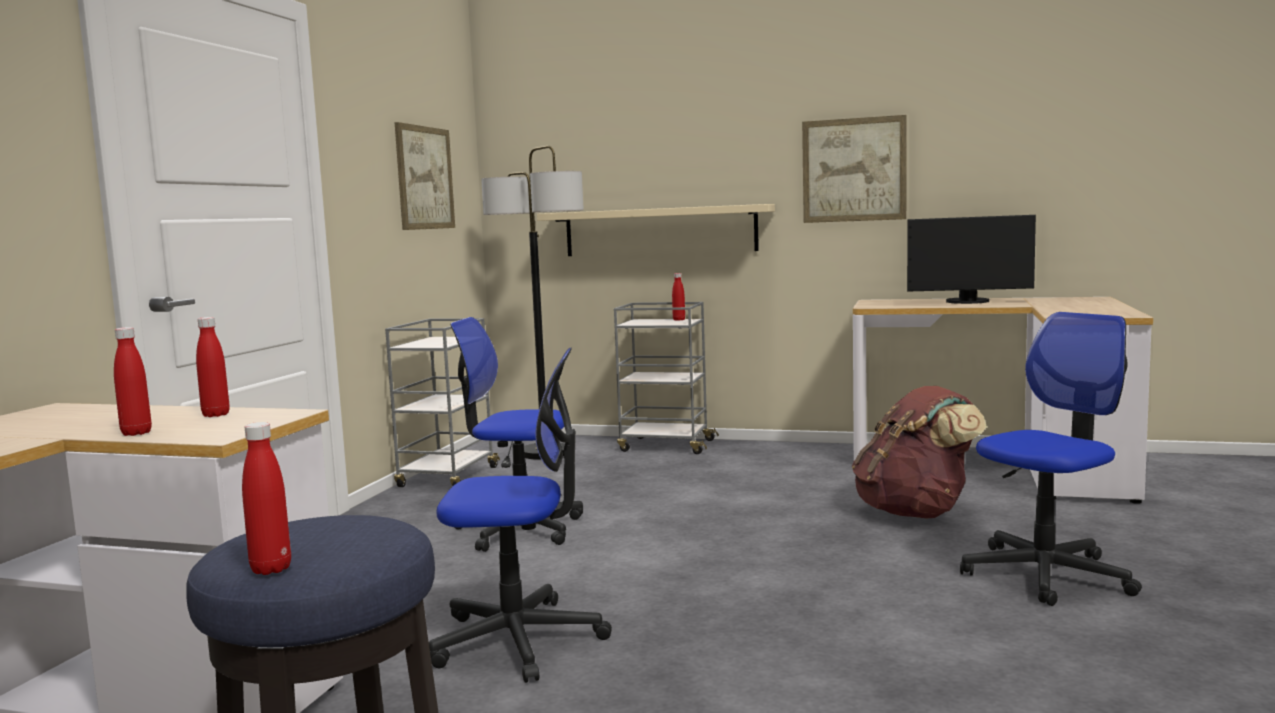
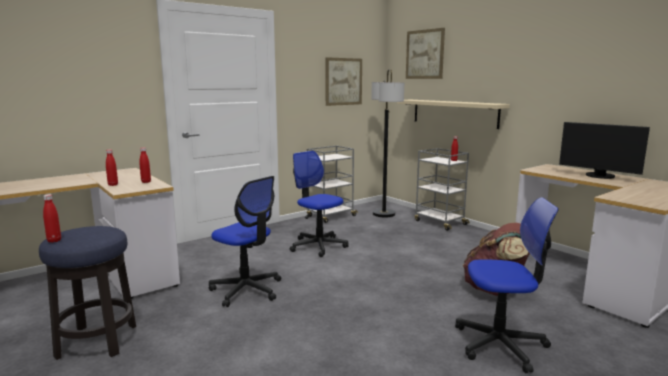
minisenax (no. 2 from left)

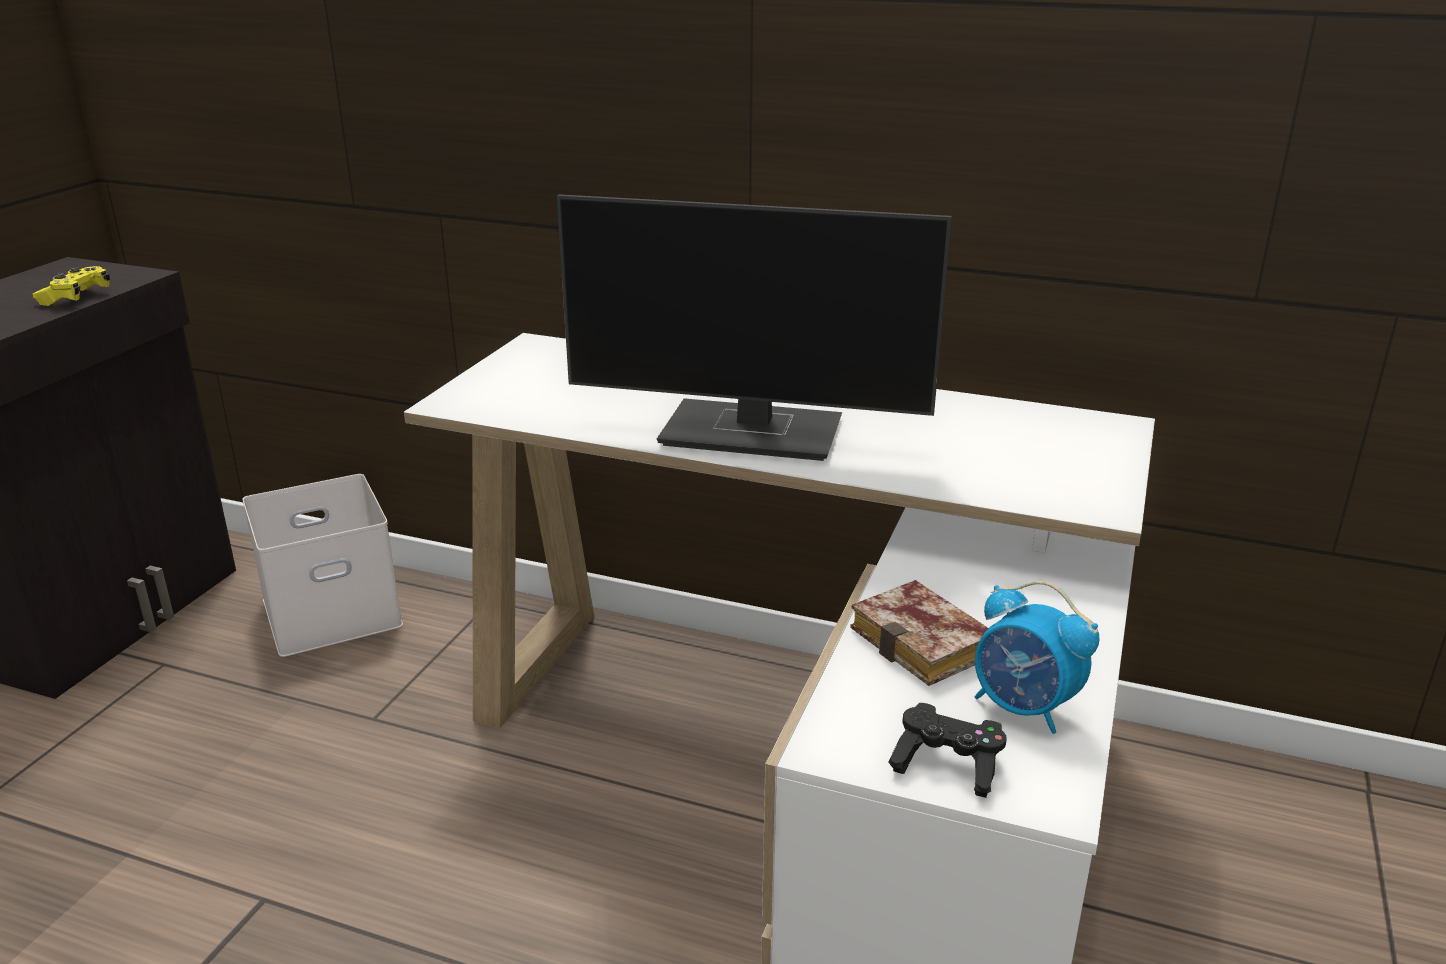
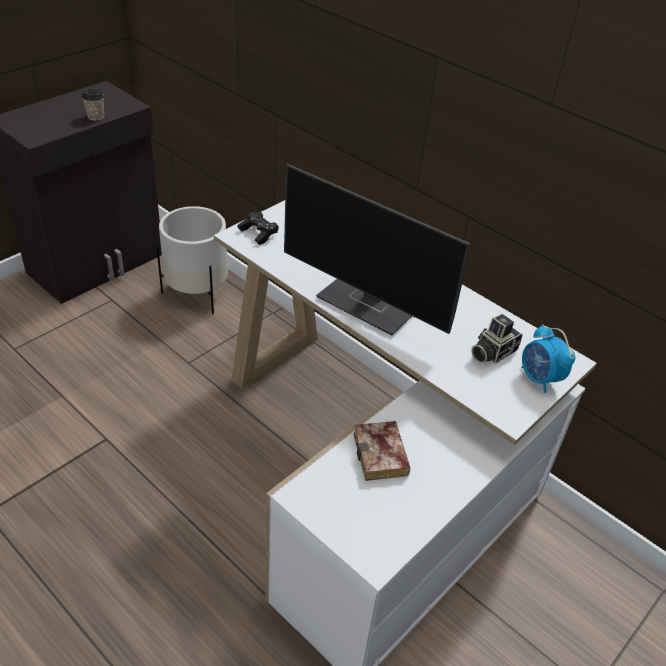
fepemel; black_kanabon; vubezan; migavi; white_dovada

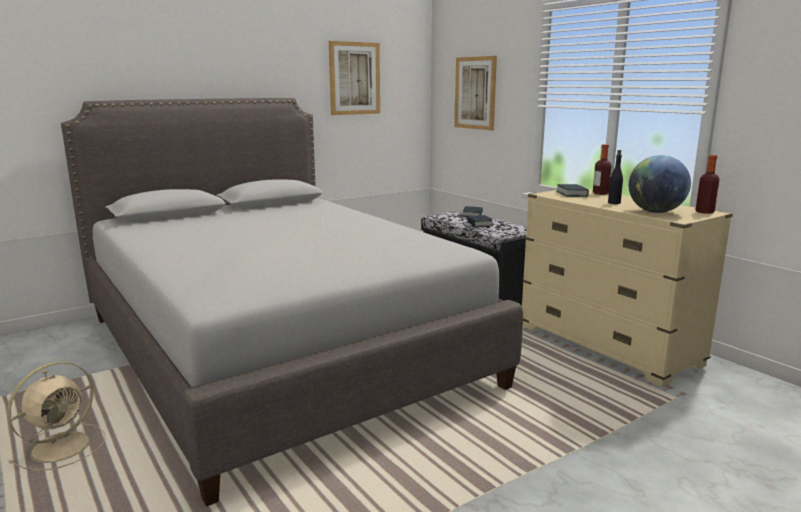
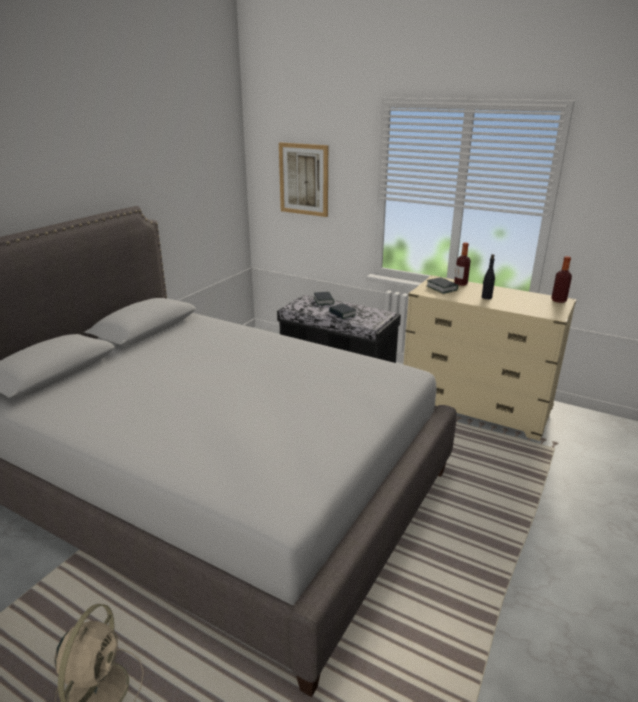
minisenax (no. 1 from left in the first image); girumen

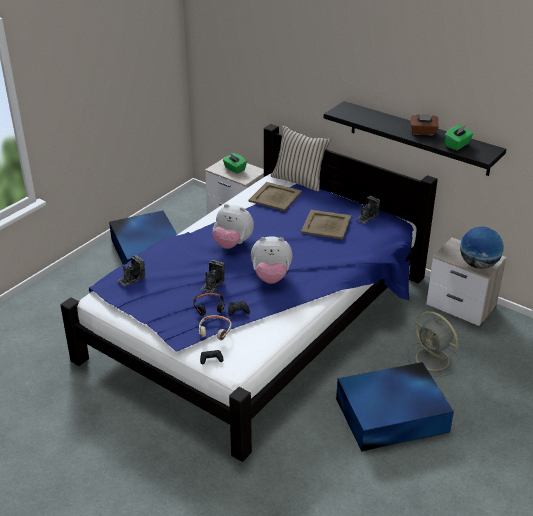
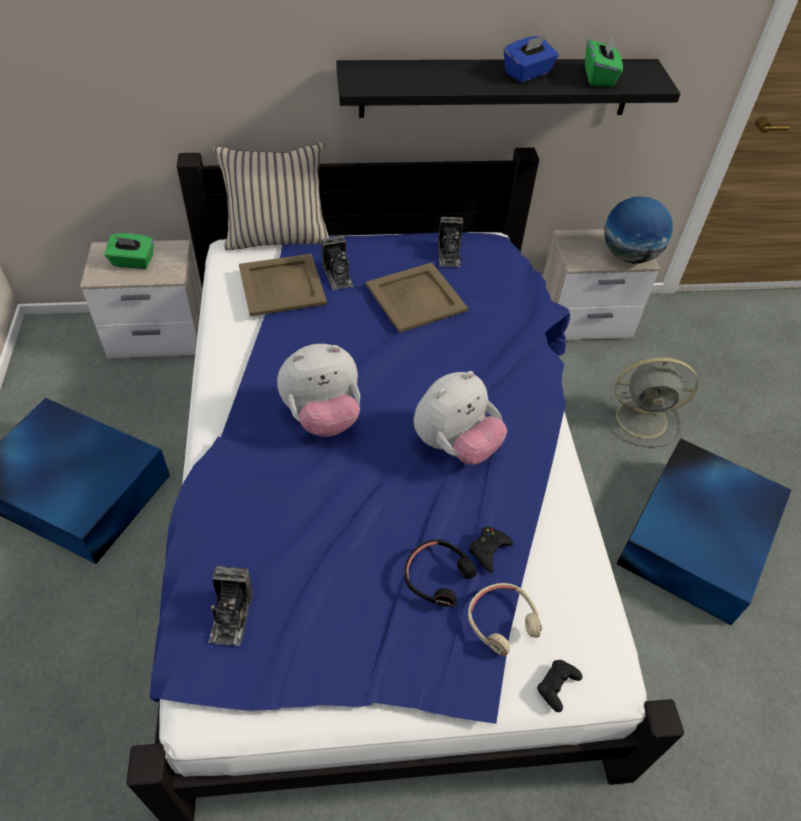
fepemel (no. 2 from left); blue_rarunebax

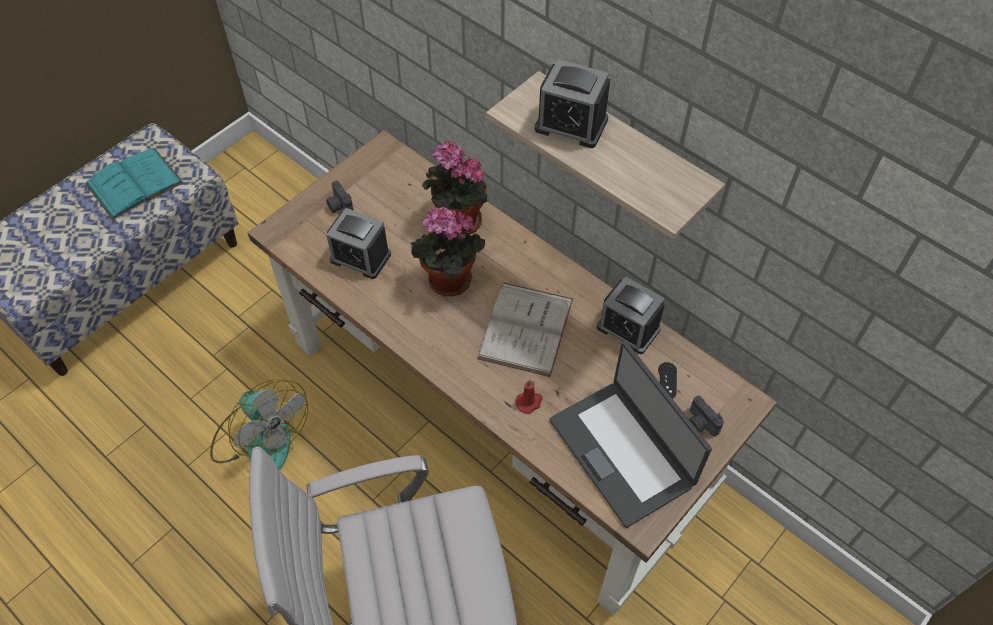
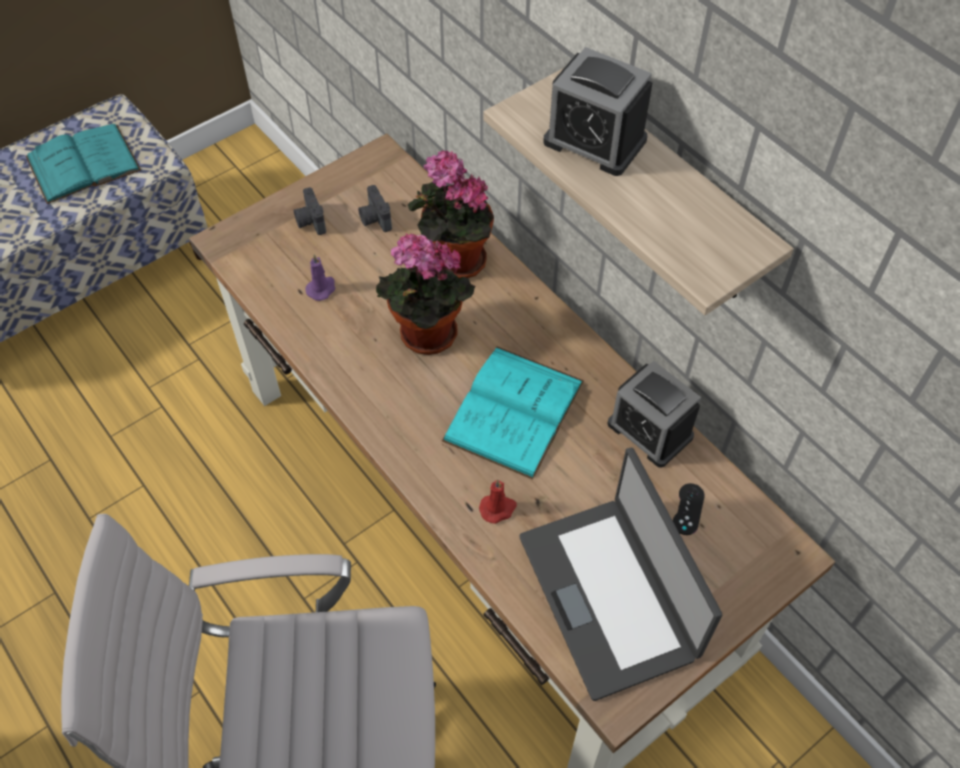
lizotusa; fepemel (no. 2 from left); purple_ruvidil; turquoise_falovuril (no. 2 from left)

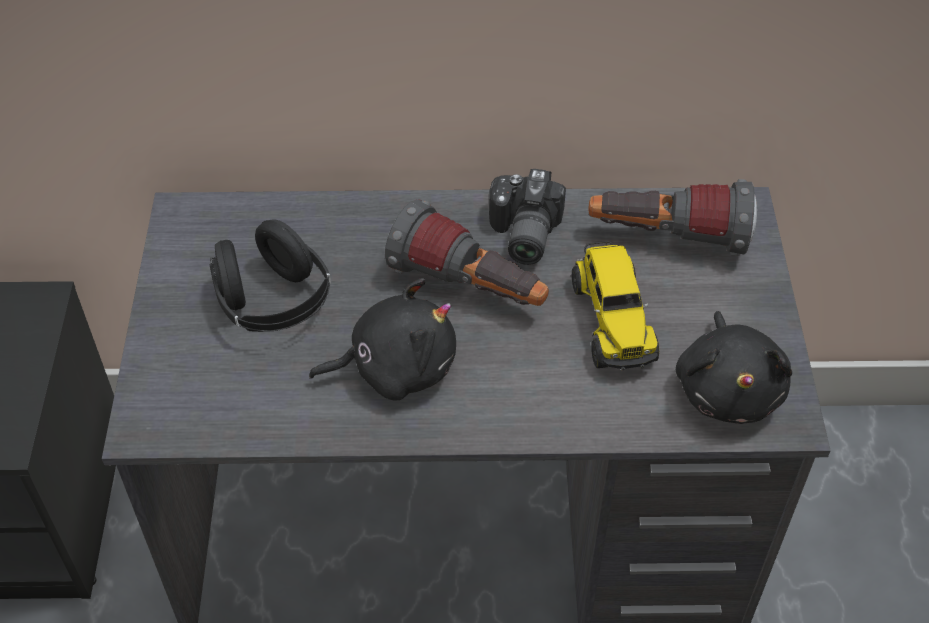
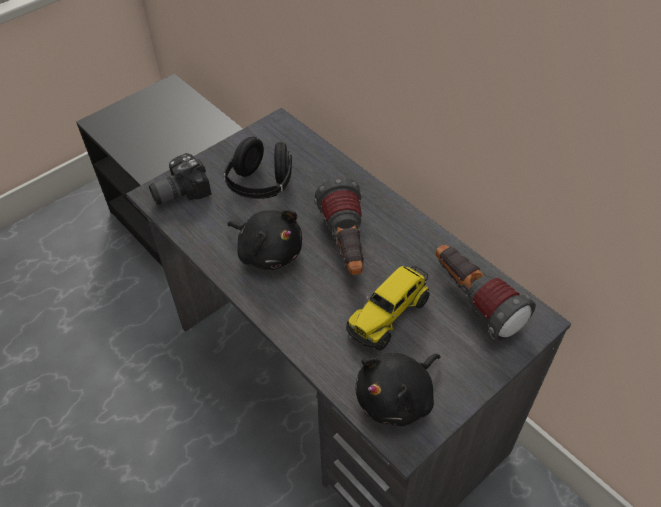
fepemel

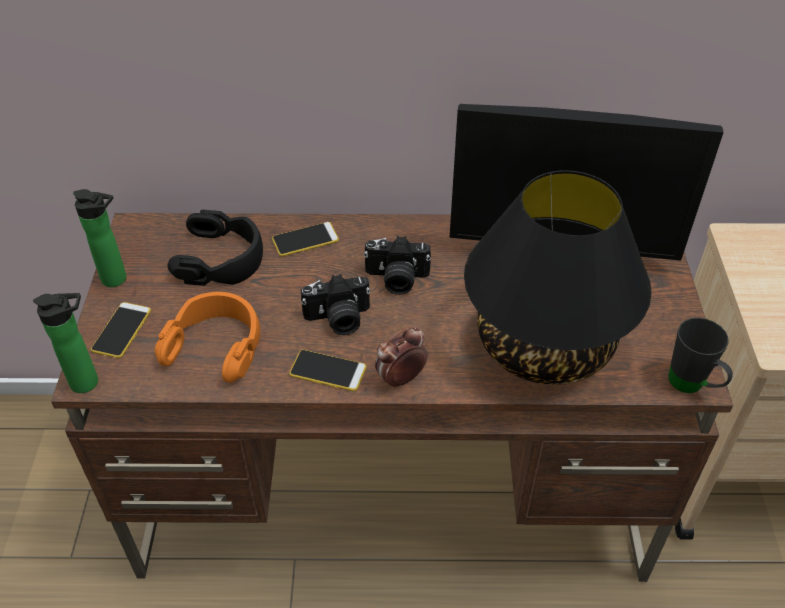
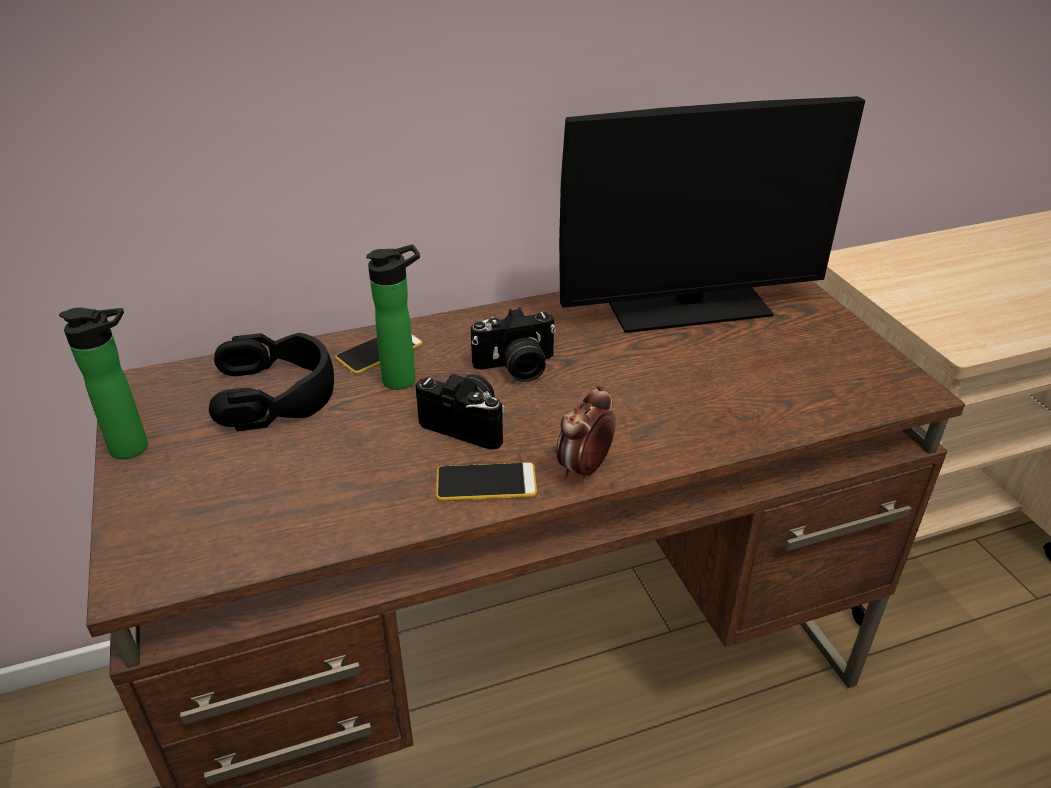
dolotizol (no. 1 from left in the first image); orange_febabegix; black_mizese; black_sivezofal; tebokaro (no. 2 from left); fepemel (no. 1 from left)

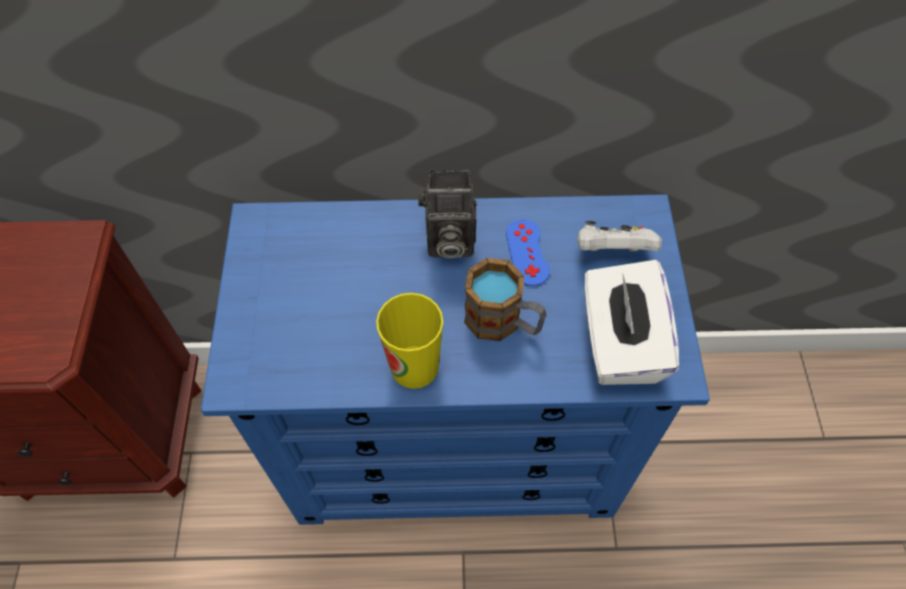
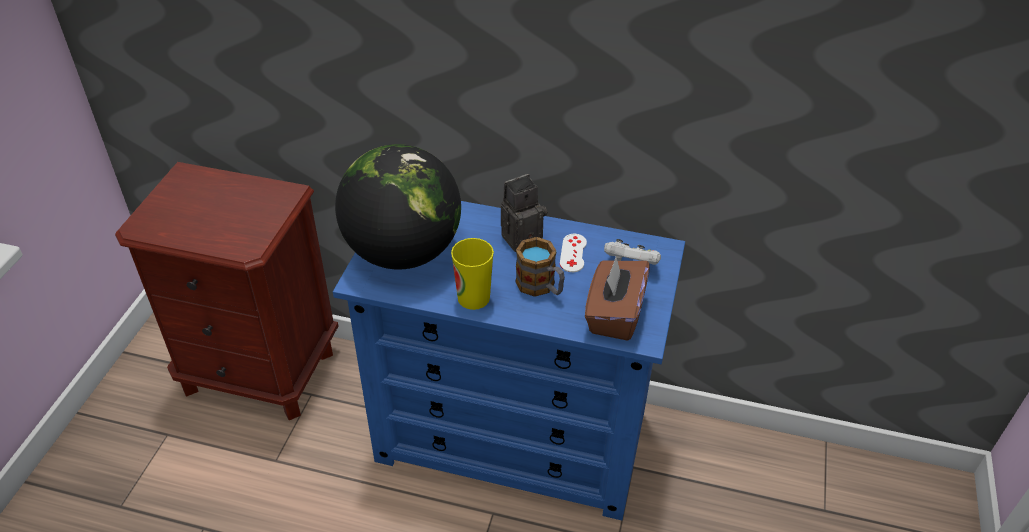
girumen; white_kanabon (no. 1 from left); brown_rarunebax; fepemel

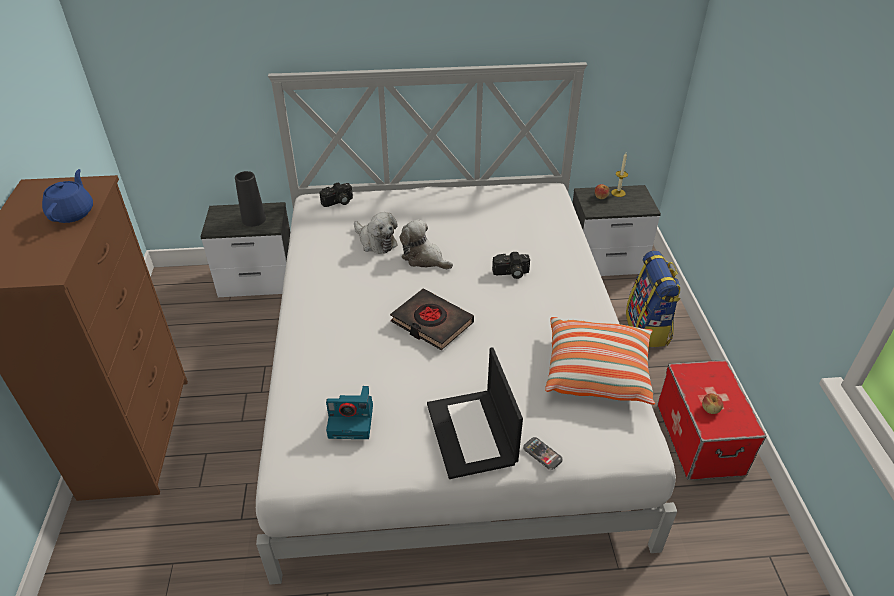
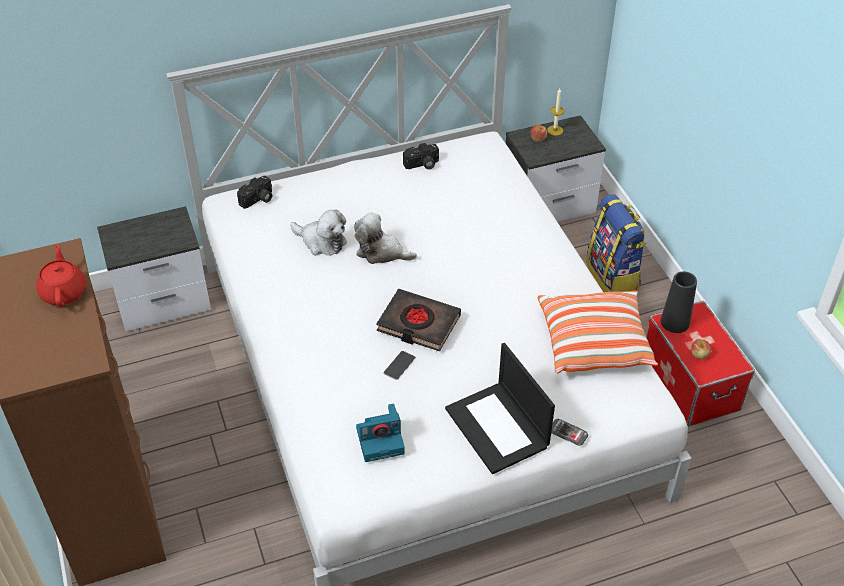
dolotizol (no. 1 from left); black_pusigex; fepemel (no. 3 from left); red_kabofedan

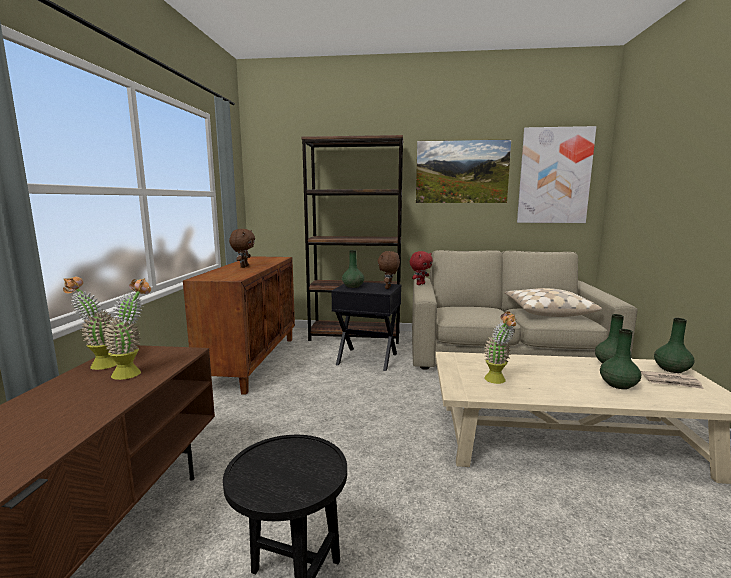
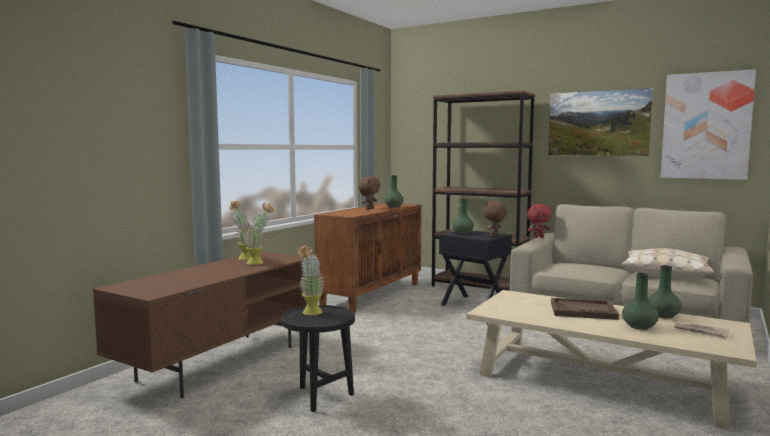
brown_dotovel; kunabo (no. 3 from left); green_pusigex (no. 1 from left)

